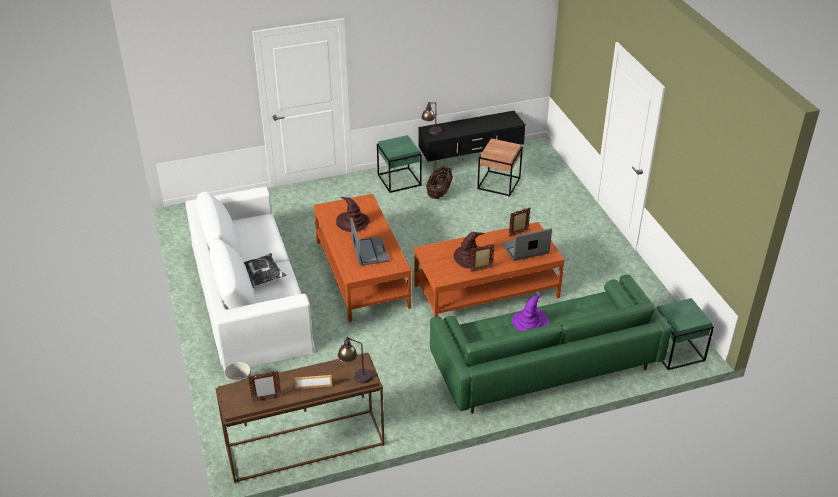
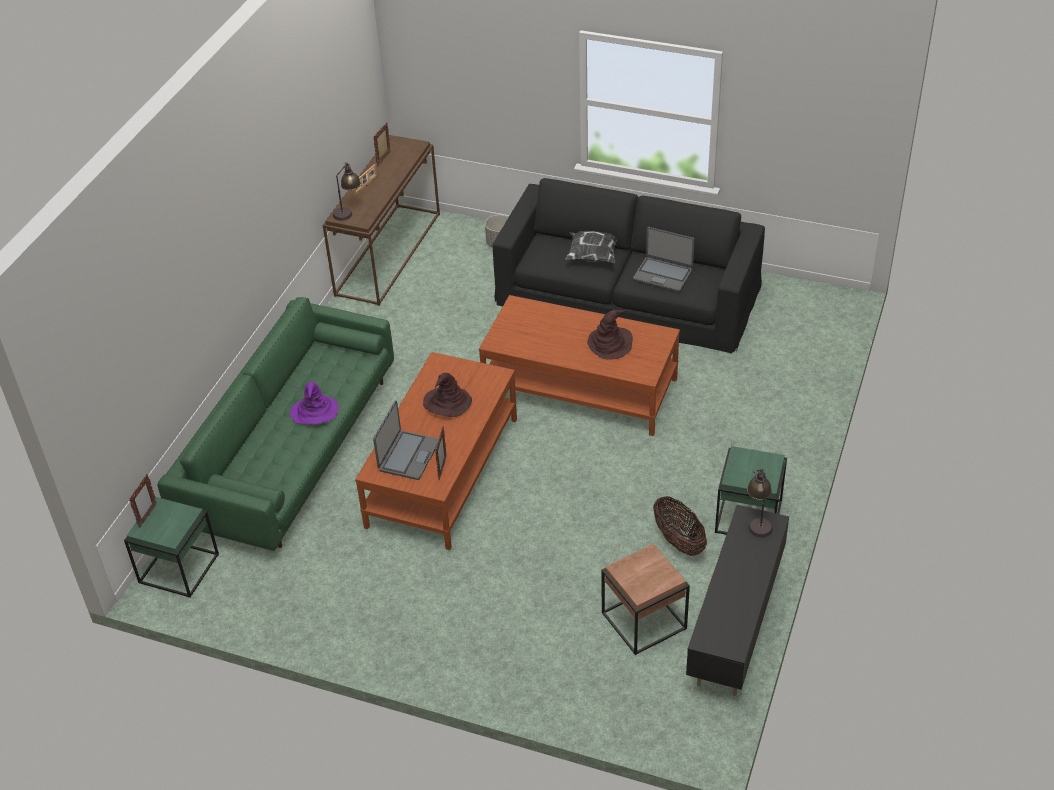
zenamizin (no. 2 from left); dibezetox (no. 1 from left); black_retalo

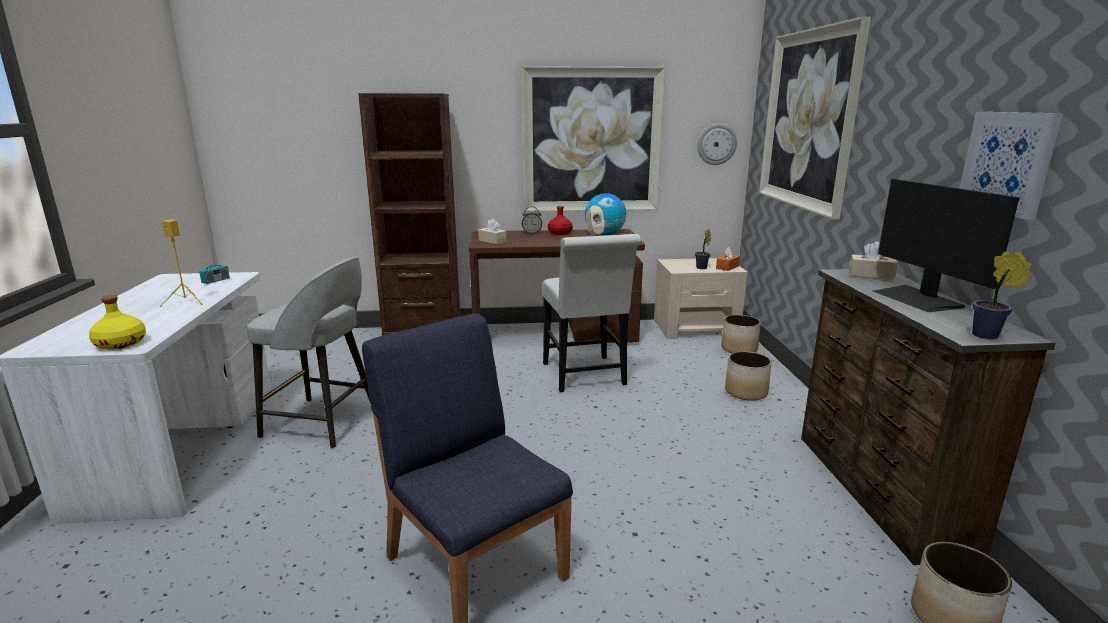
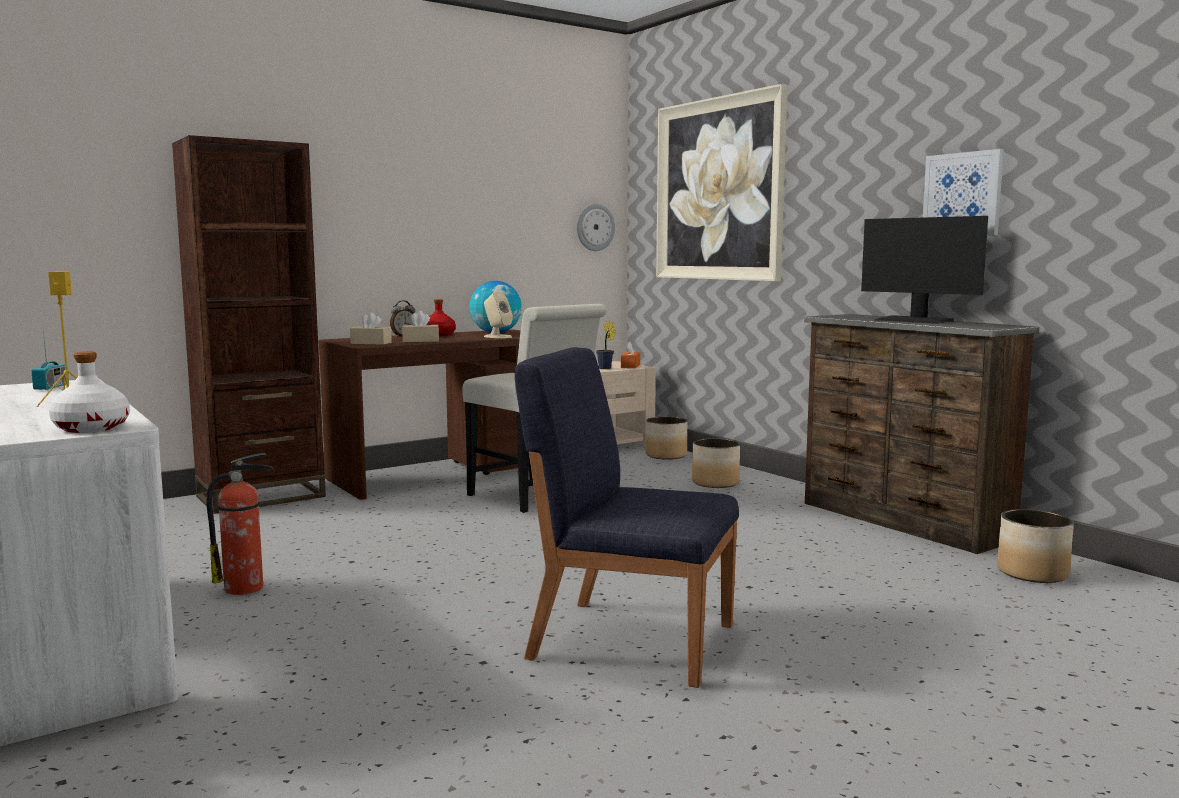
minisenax (no. 1 from left in the first image); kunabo (no. 2 from left in the first image); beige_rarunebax (no. 2 from left); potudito; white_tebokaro

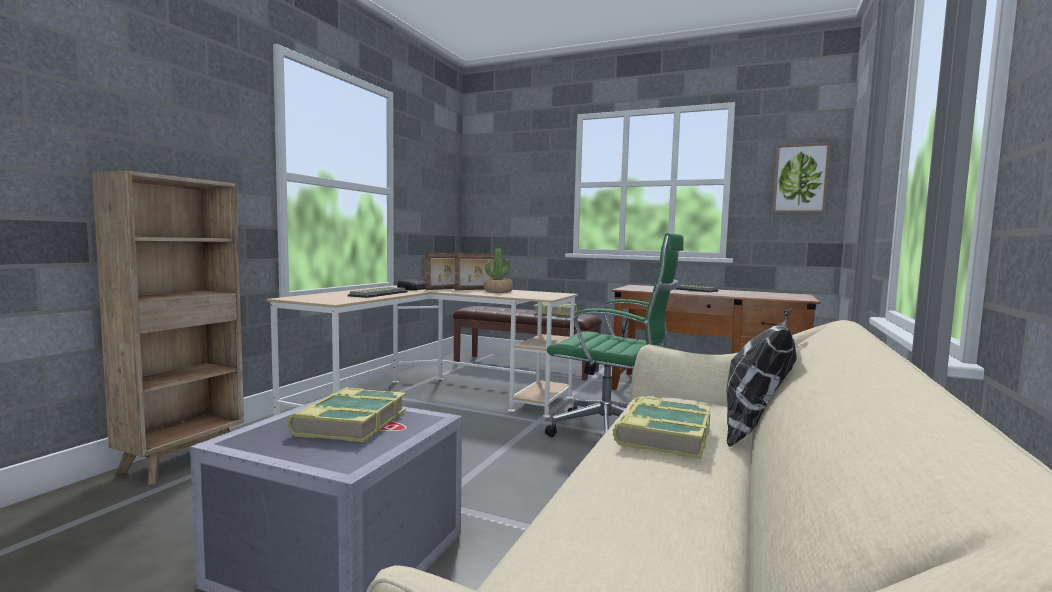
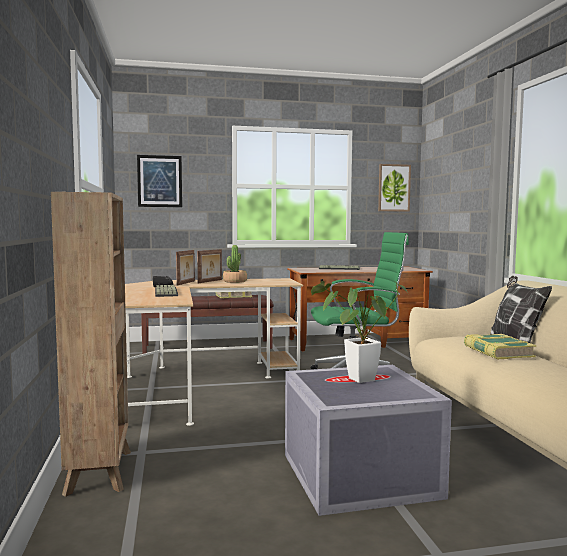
minisenax (no. 1 from left); kunabo (no. 2 from left)

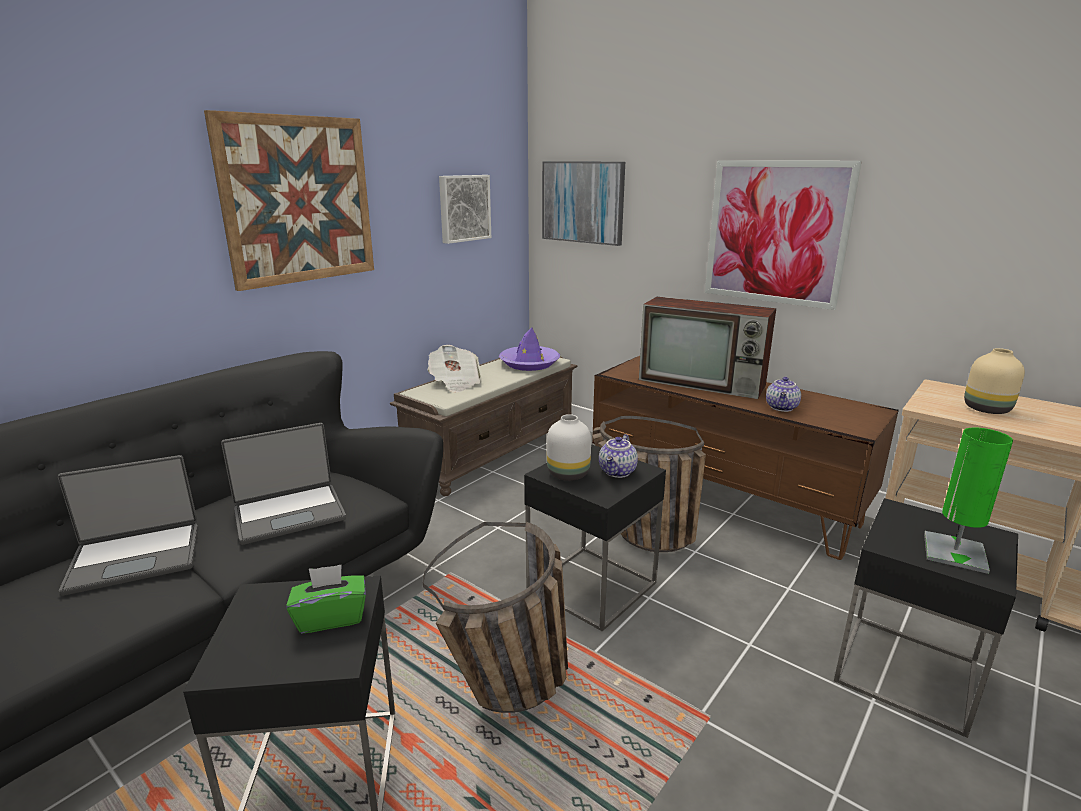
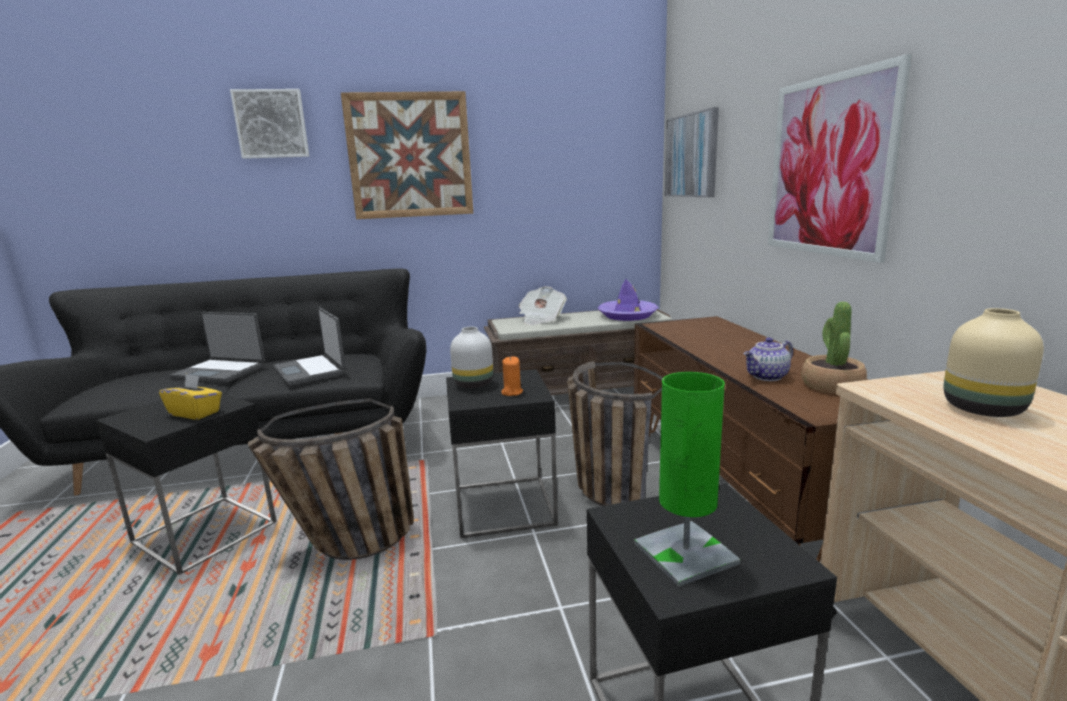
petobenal; kunabo; minisenax (no. 1 from left); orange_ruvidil; yellow_rarunebax; zenamizin (no. 2 from left)

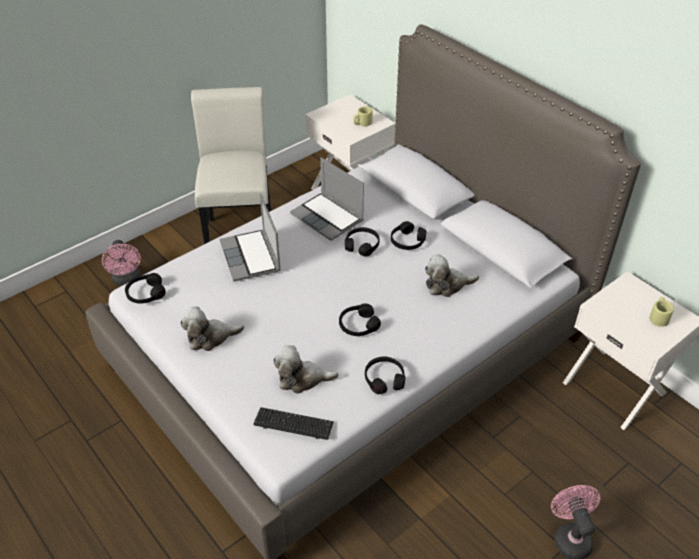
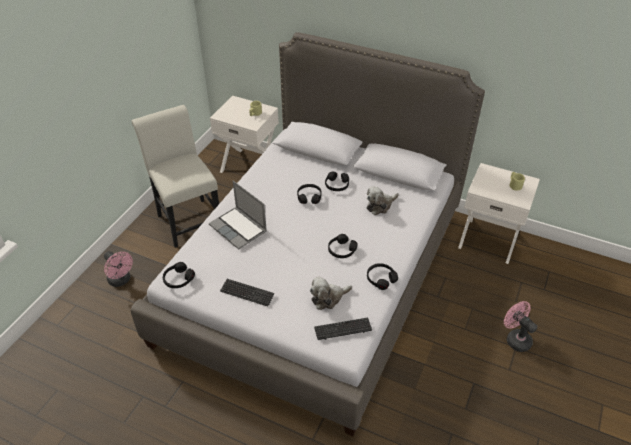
zenamizin (no. 2 from left in the first image); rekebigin (no. 1 from left)

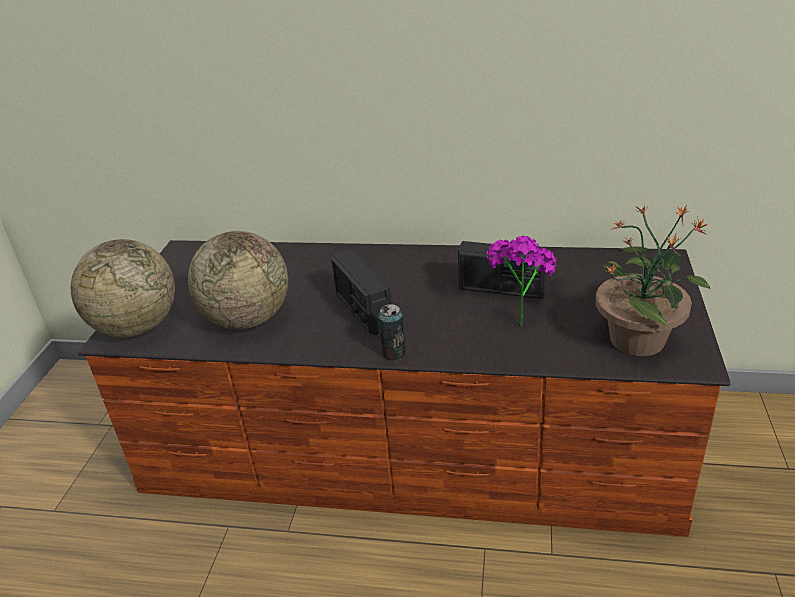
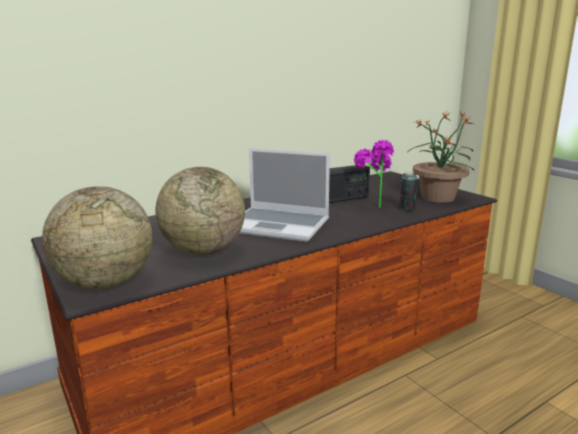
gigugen; zenamizin

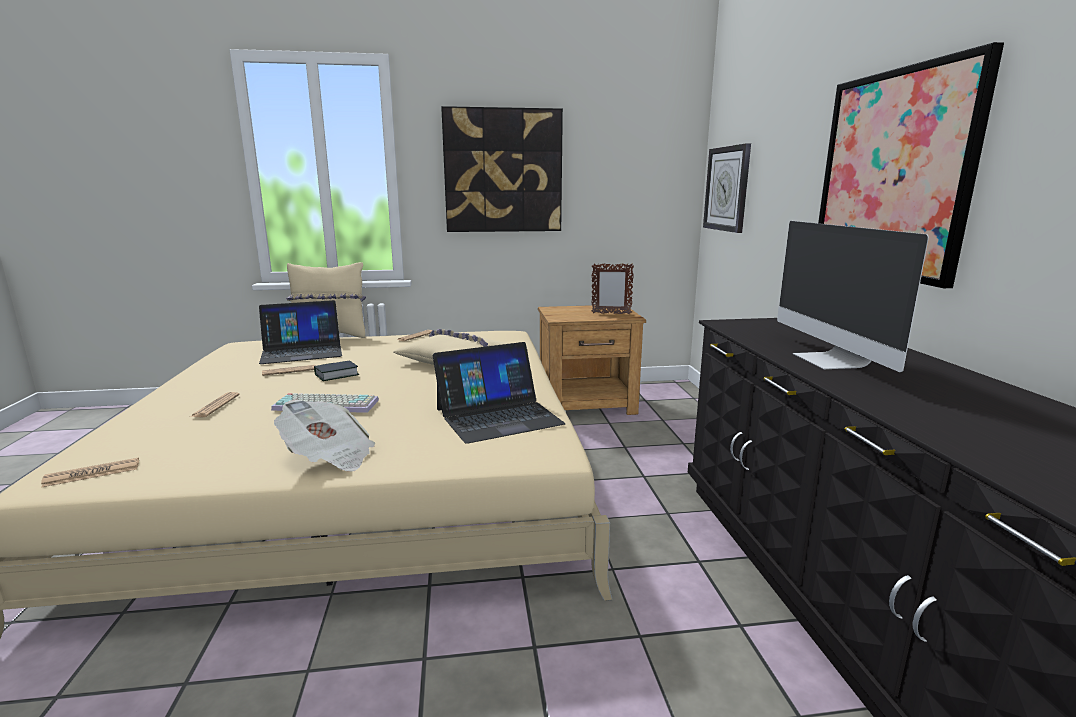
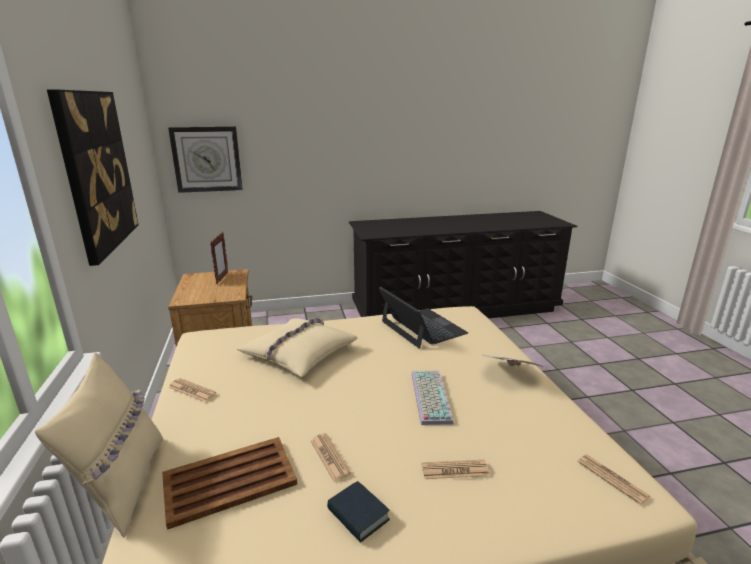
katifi; minisenax (no. 2 from left in the first image); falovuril; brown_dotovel

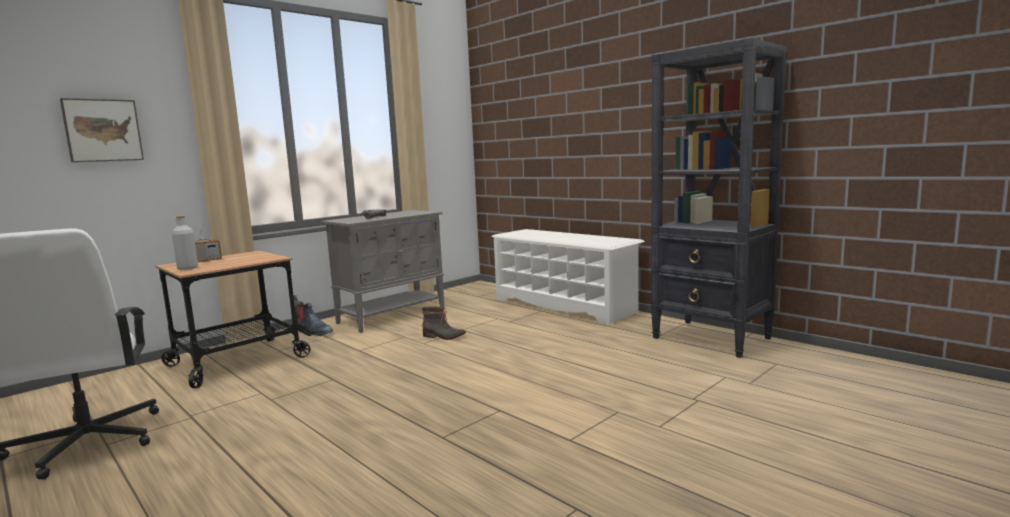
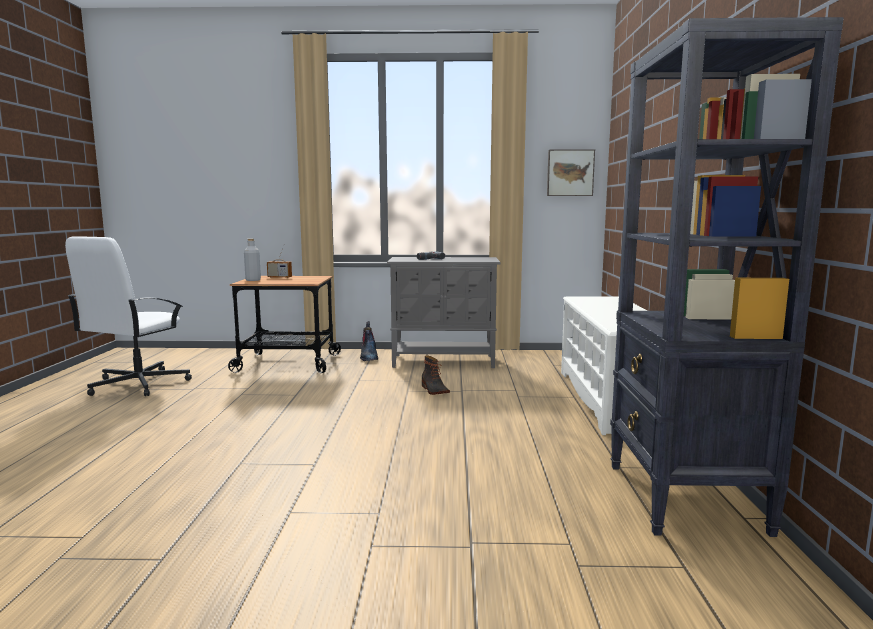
minisenax

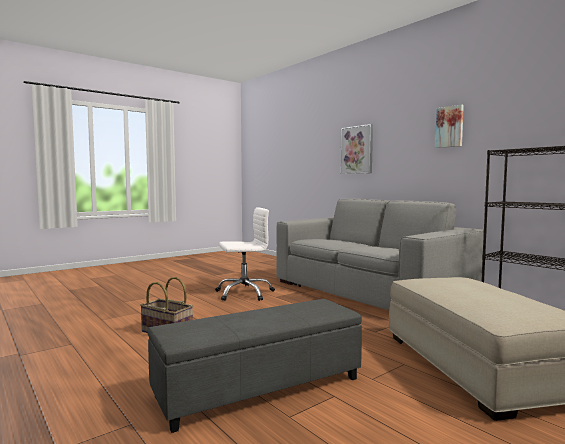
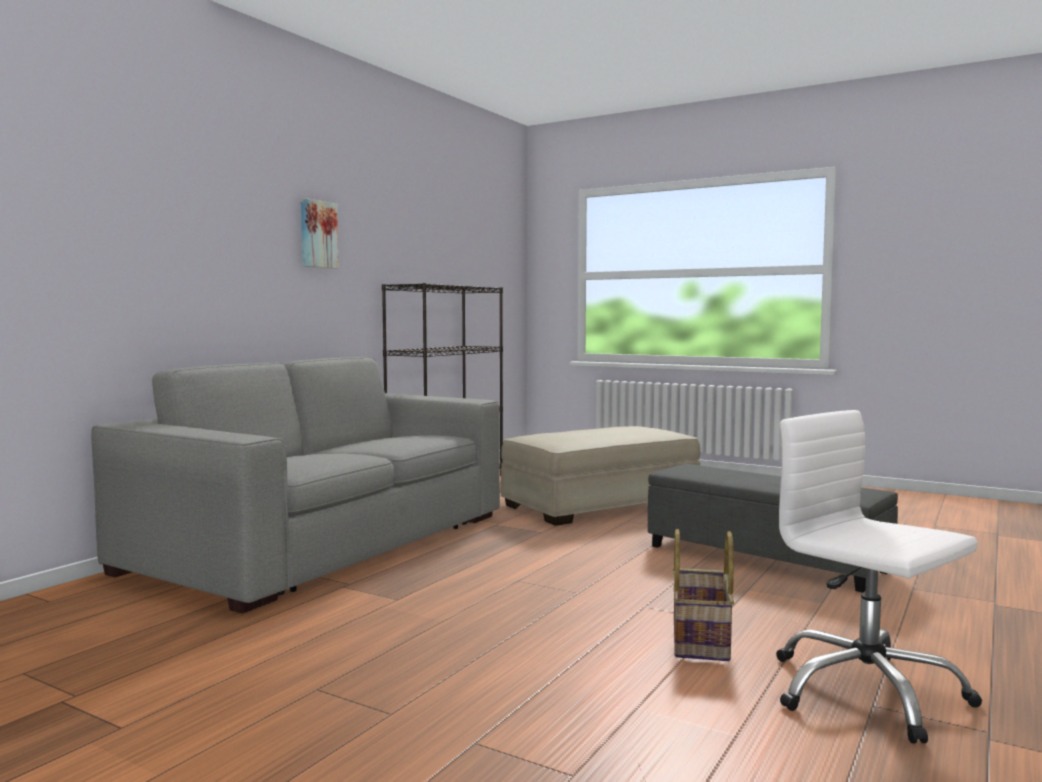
minisenax (no. 1 from left in the first image); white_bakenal

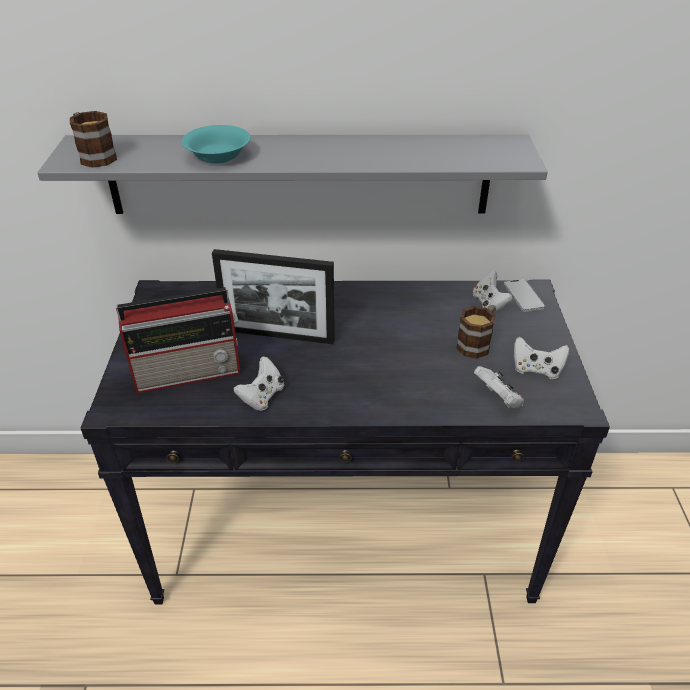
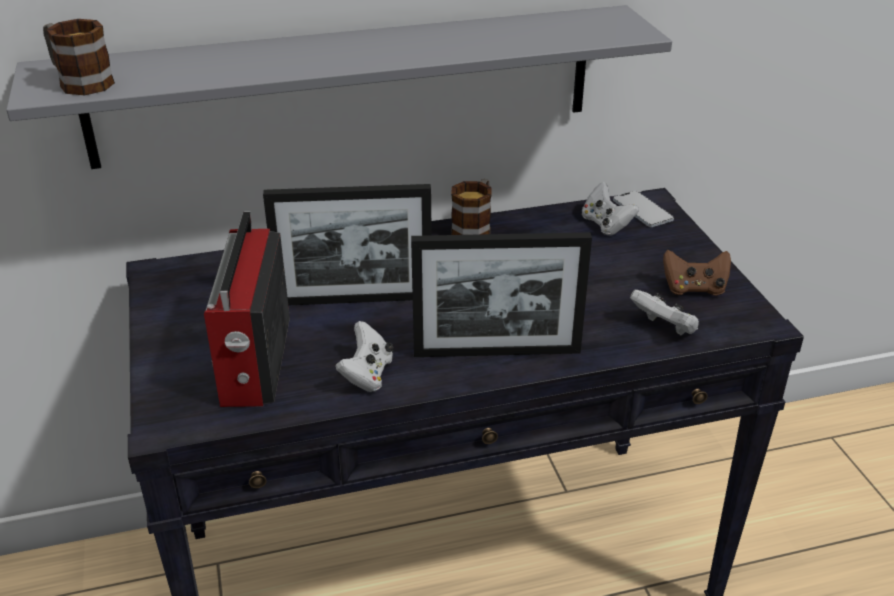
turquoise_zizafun; dibezetox (no. 2 from left); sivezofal (no. 2 from left); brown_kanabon; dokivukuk

